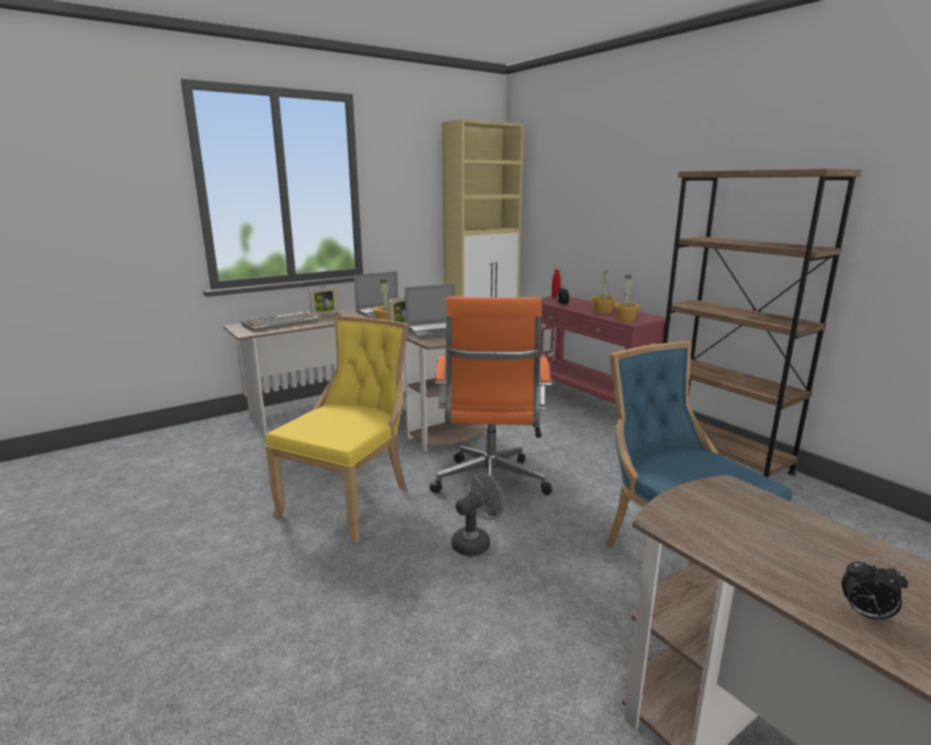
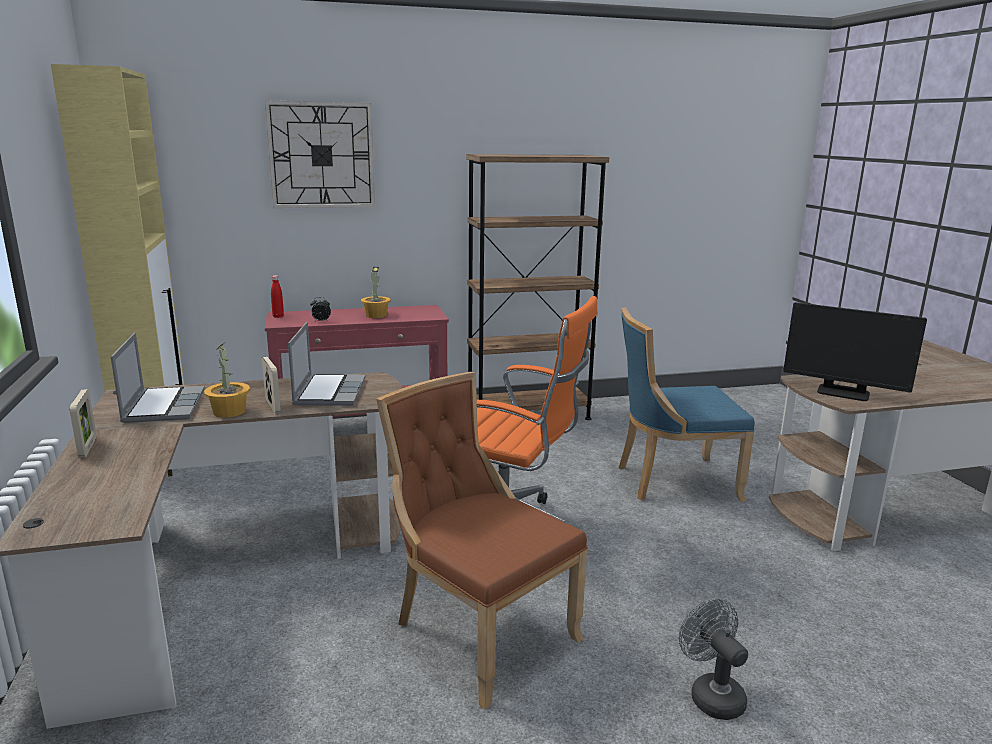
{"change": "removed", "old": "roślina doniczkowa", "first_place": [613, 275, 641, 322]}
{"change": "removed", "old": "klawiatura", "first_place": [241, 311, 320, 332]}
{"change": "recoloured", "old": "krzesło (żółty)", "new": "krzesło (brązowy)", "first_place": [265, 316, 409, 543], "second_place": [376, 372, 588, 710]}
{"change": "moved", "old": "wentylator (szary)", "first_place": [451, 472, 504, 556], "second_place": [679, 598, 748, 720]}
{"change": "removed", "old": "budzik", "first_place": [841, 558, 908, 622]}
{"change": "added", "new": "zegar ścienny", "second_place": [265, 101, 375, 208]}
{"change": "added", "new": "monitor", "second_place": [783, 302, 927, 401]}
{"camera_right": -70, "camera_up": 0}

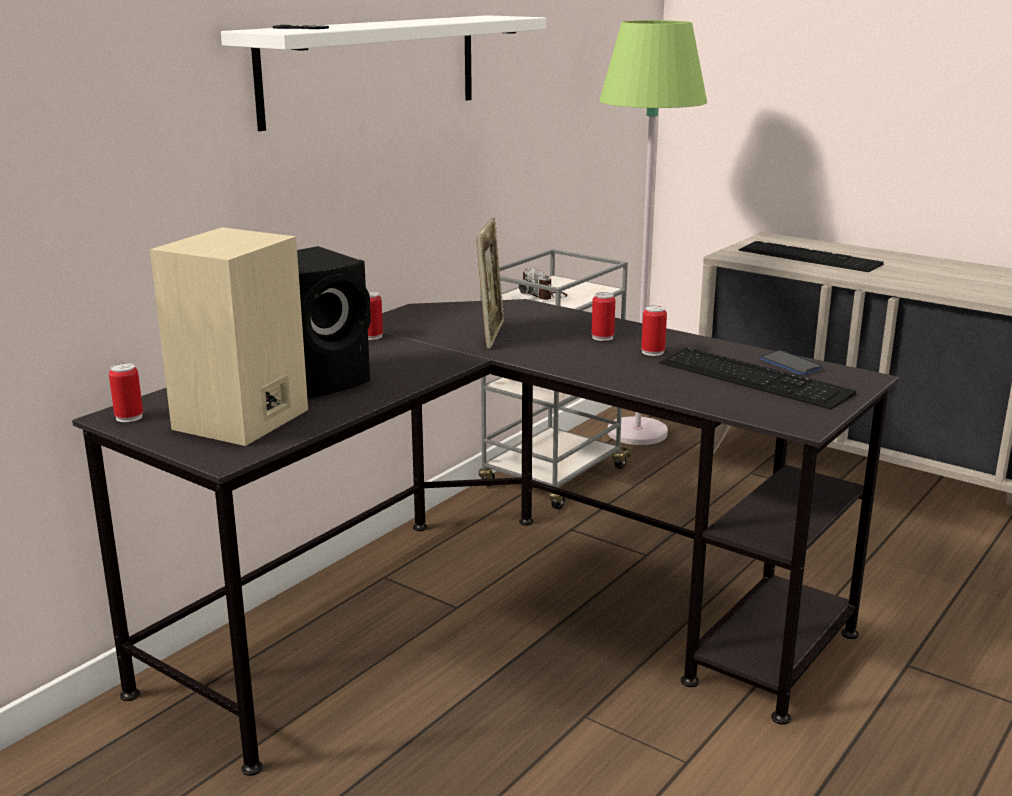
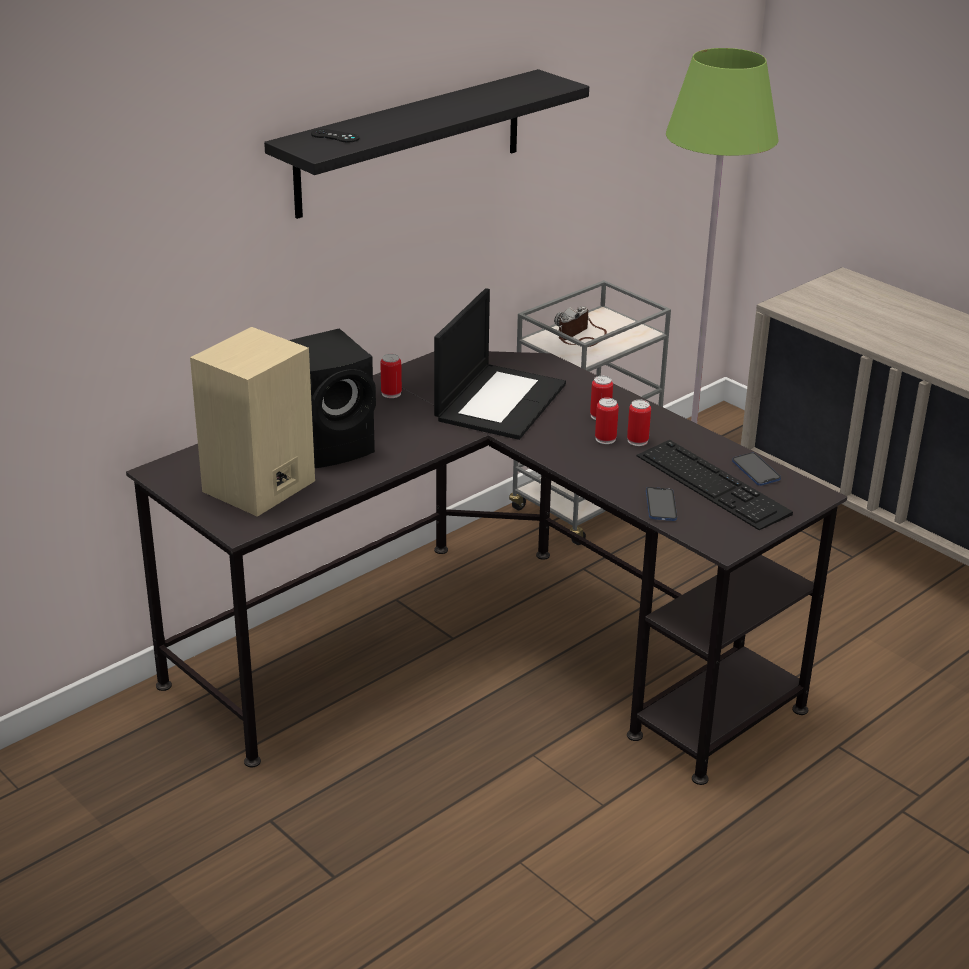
{"change": "recoloured", "old": "półka (biały)", "new": "półka (czarny)", "first_place": [221, 15, 546, 131], "second_place": [264, 69, 589, 219]}
{"change": "replaced", "old": "ramka na zdjęcie", "new": "laptop", "first_place": [476, 218, 504, 348], "second_place": [434, 288, 566, 440]}
{"change": "removed", "old": "klawiatura", "first_place": [739, 241, 884, 272]}
{"change": "turned", "old": "aparat fotograficzny", "first_place": [519, 268, 568, 300], "second_place": [554, 306, 607, 347], "degrees": 60}
{"change": "moved", "old": "puszka", "first_place": [109, 363, 143, 422], "second_place": [595, 398, 619, 444]}
{"change": "added", "new": "telefon", "second_place": [646, 487, 677, 521]}
{"camera_right": 10, "camera_up": 10}

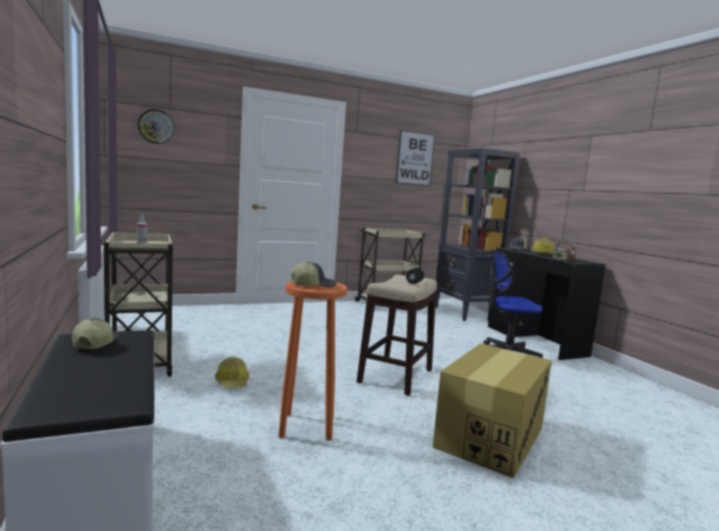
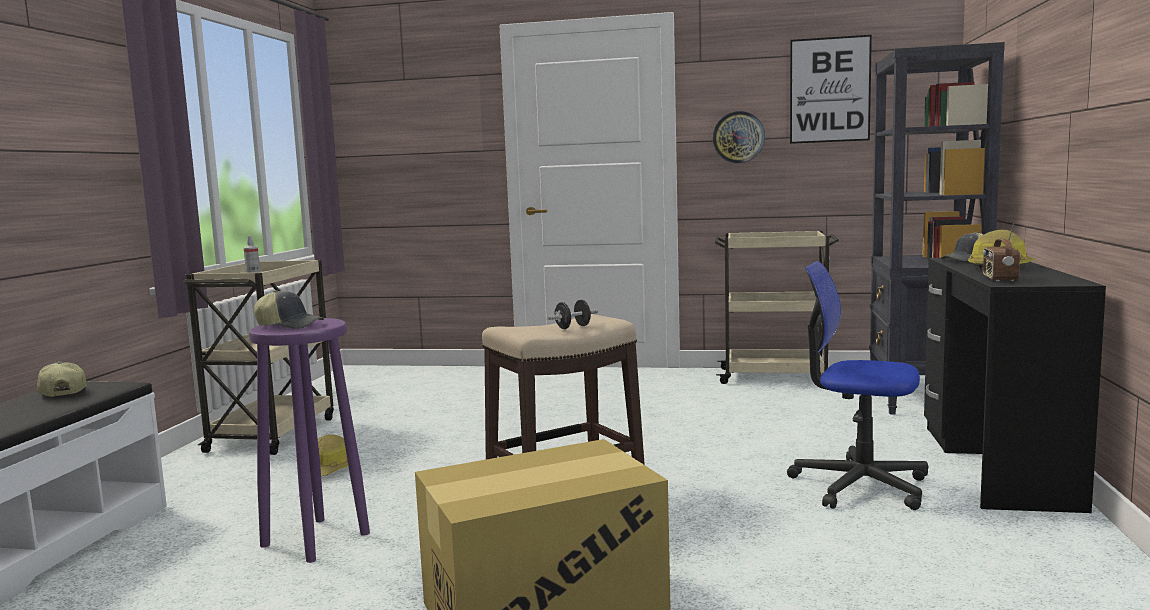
{"change": "moved", "old": "zegar ścienny", "first_place": [138, 109, 174, 144], "second_place": [713, 111, 765, 163]}
{"change": "recoloured", "old": "stołek (pomarańczowy)", "new": "stołek (fioletowy)", "first_place": [278, 281, 348, 441], "second_place": [249, 318, 370, 563]}
{"change": "turned", "old": "czapka z daszkiem", "first_place": [72, 318, 118, 349], "second_place": [37, 362, 87, 397], "degrees": -60}
{"camera_right": 35, "camera_up": 0}

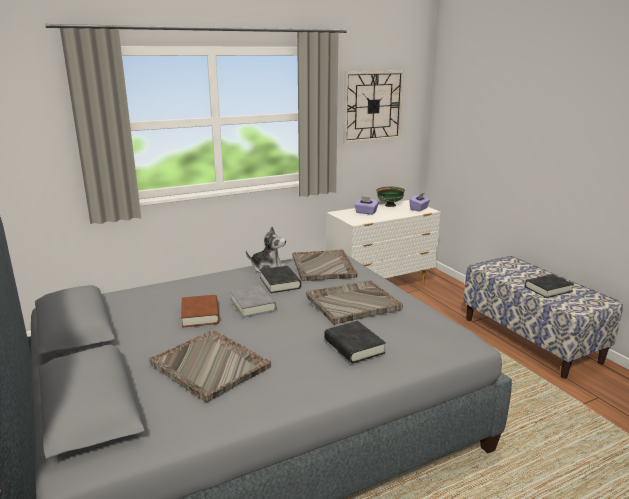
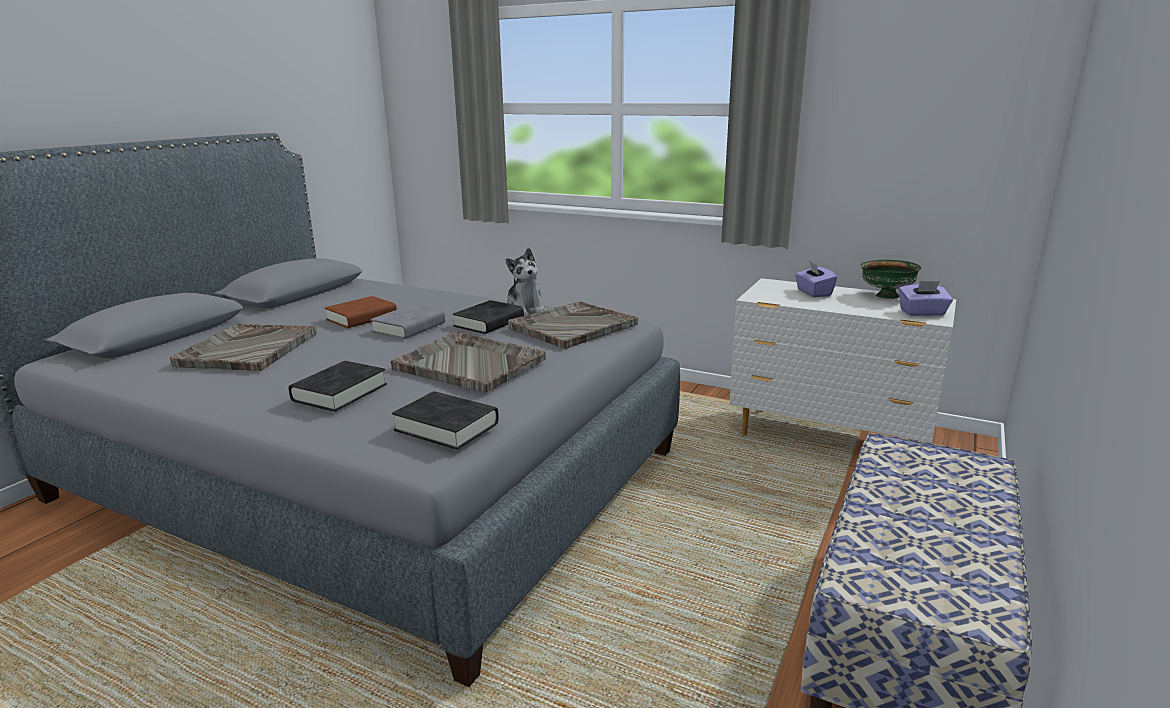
{"change": "removed", "old": "zegar ścienny", "first_place": [343, 71, 404, 143]}
{"change": "moved", "old": "książka (czarny)", "first_place": [525, 274, 574, 298], "second_place": [392, 391, 499, 450]}
{"camera_right": 55, "camera_up": 0}

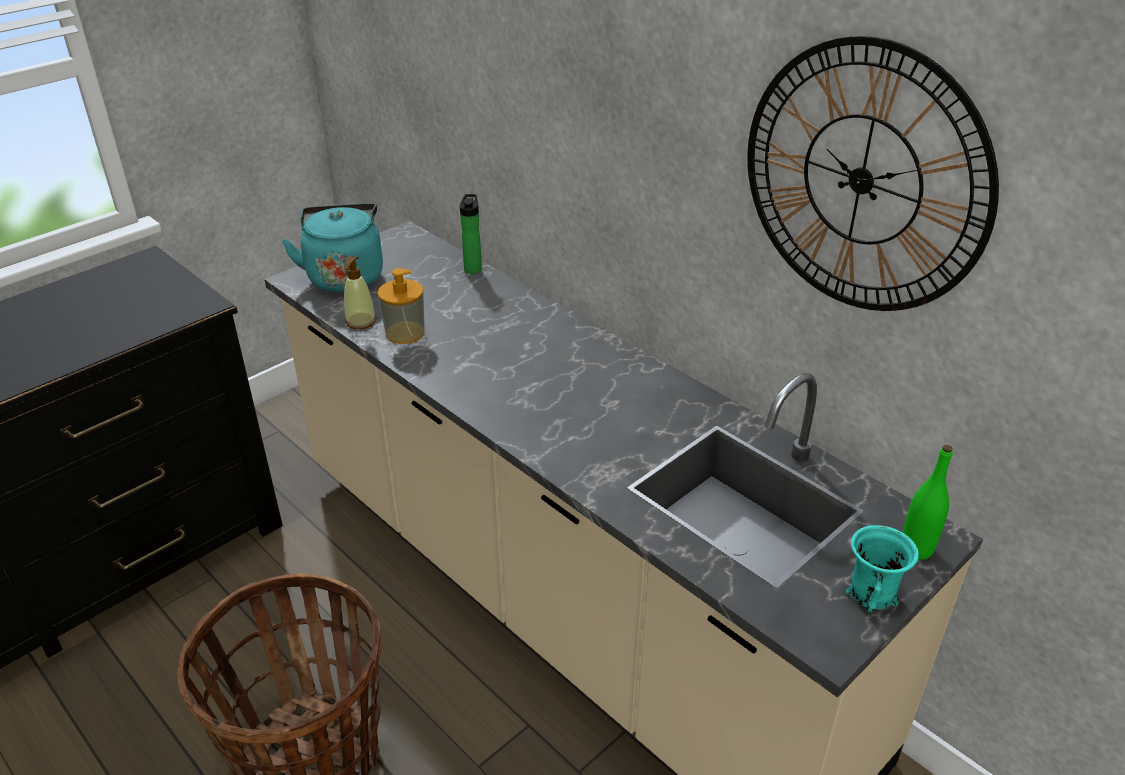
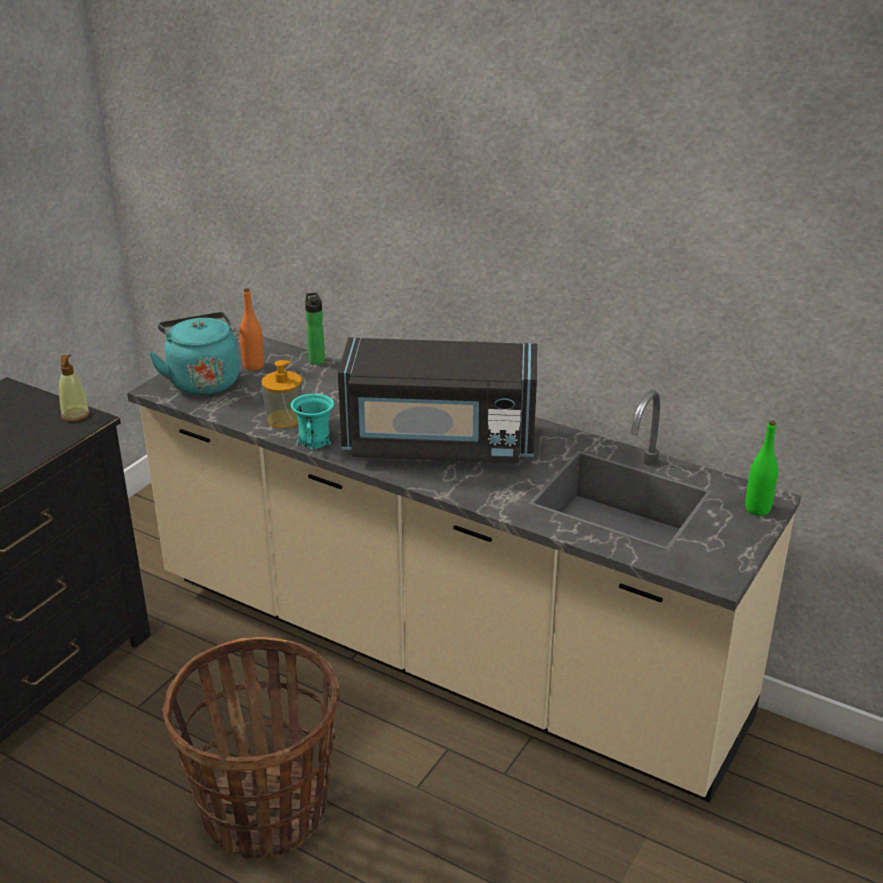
{"change": "removed", "old": "zegar ścienny", "first_place": [747, 36, 999, 311]}
{"change": "moved", "old": "dozownik mydła", "first_place": [344, 256, 376, 329], "second_place": [59, 355, 90, 422]}
{"change": "moved", "old": "kubek (turkusowy)", "first_place": [846, 525, 919, 612], "second_place": [291, 394, 334, 450]}
{"change": "added", "new": "butelka (pomarańczowy)", "second_place": [240, 288, 264, 371]}
{"change": "added", "new": "mikrofalówka (czarny)", "second_place": [338, 338, 537, 463]}
{"camera_right": -15, "camera_up": -5}

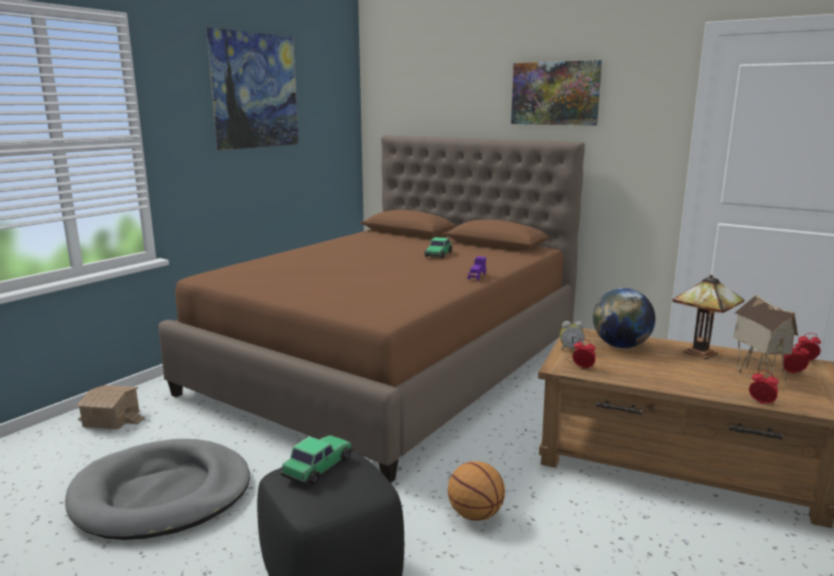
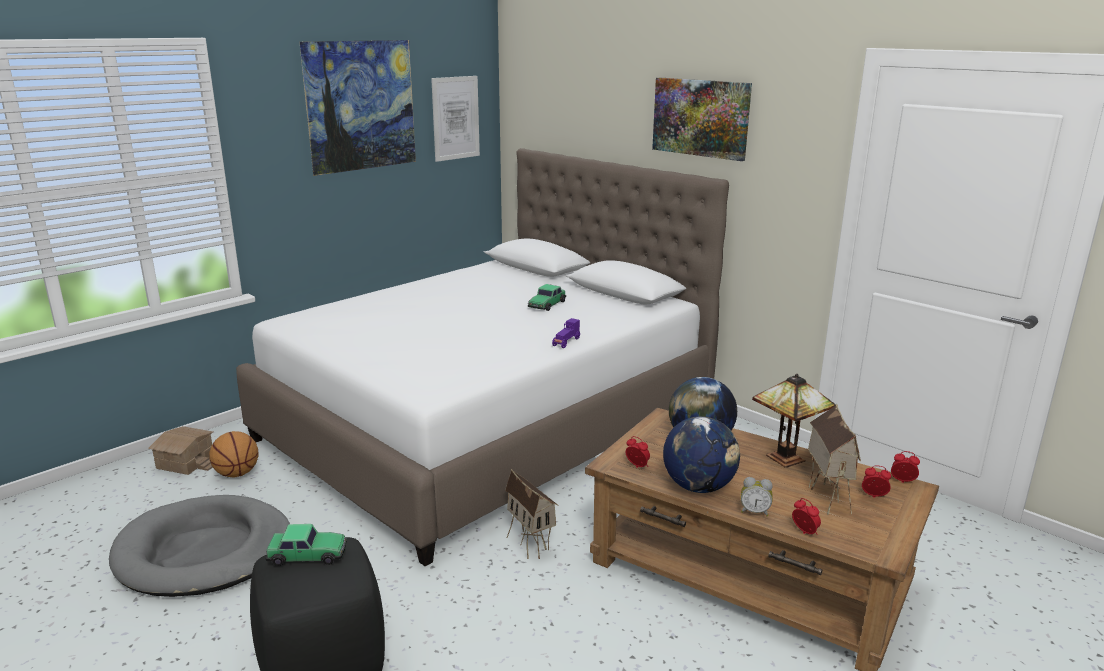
{"change": "recoloured", "old": "łóżko (brązowy)", "new": "łóżko (biały)", "first_place": [158, 135, 585, 483], "second_place": [236, 148, 729, 566]}
{"change": "moved", "old": "budzik", "first_place": [560, 321, 585, 350], "second_place": [741, 477, 773, 517]}
{"change": "turned", "old": "samochodzik", "first_place": [281, 435, 353, 485], "second_place": [266, 524, 347, 566], "degrees": 45}
{"change": "moved", "old": "piłka do koszykówki", "first_place": [448, 461, 505, 521], "second_place": [209, 431, 259, 478]}
{"change": "added", "new": "obraz", "second_place": [431, 76, 480, 162]}
{"change": "added", "new": "globus", "second_place": [663, 416, 740, 493]}
{"change": "added", "new": "domek", "second_place": [505, 469, 559, 559]}
{"camera_right": 10, "camera_up": 5}

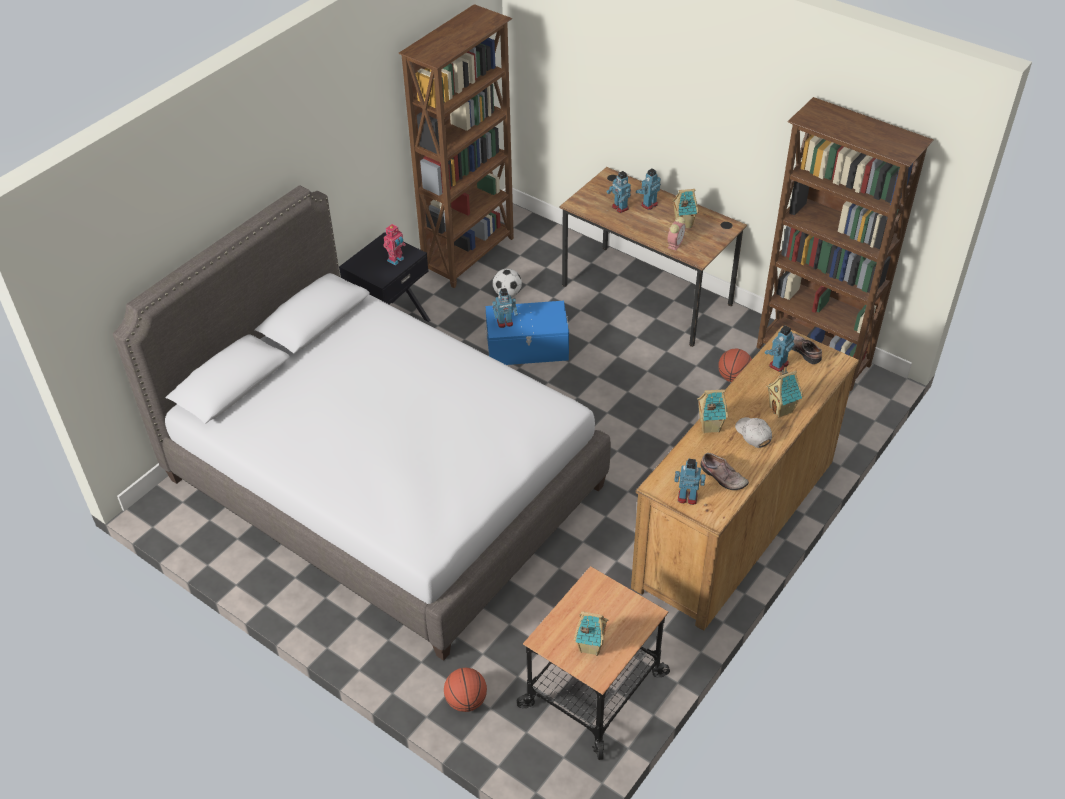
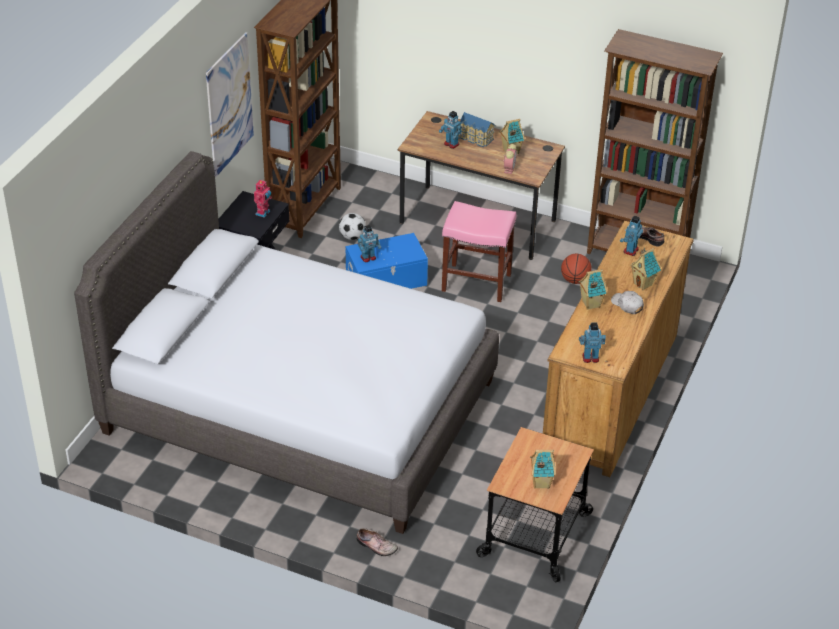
{"change": "replaced", "old": "robot zabawkowy", "new": "domek", "first_place": [636, 168, 661, 210], "second_place": [459, 112, 495, 147]}
{"change": "moved", "old": "but", "first_place": [701, 453, 749, 490], "second_place": [356, 528, 398, 556]}
{"change": "removed", "old": "piłka do koszykówki", "first_place": [444, 668, 487, 712]}
{"change": "added", "new": "obraz", "second_place": [206, 32, 254, 177]}
{"change": "added", "new": "stołek (różowy)", "second_place": [442, 201, 517, 302]}
{"camera_right": -15, "camera_up": -5}

